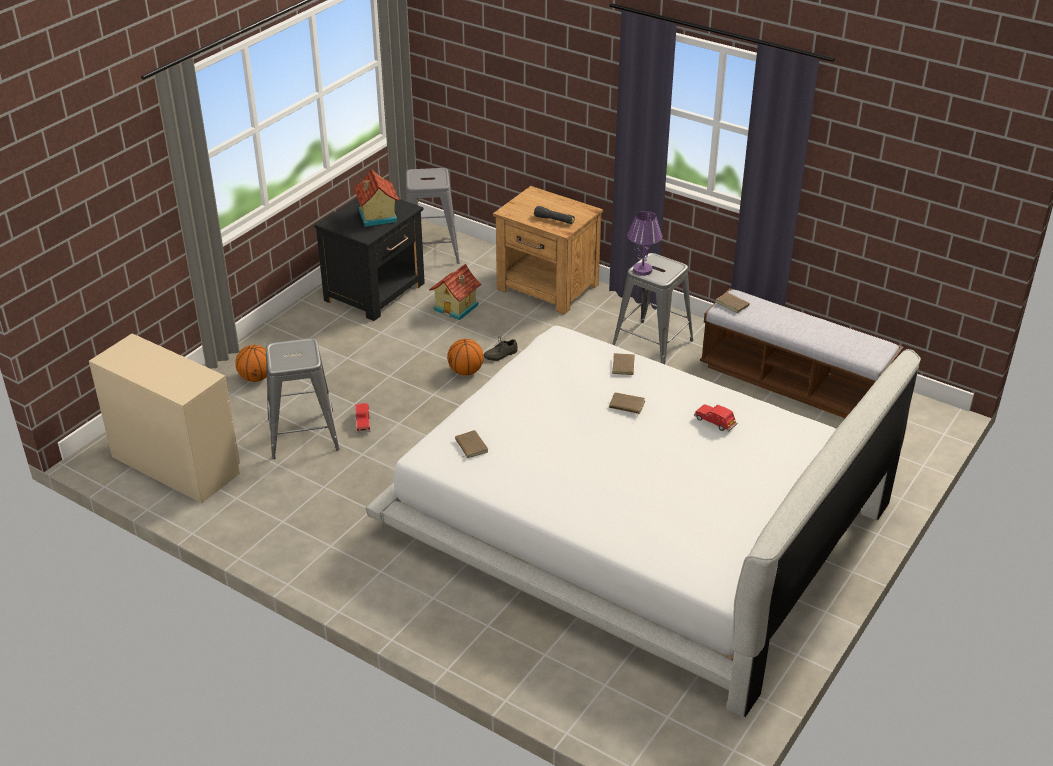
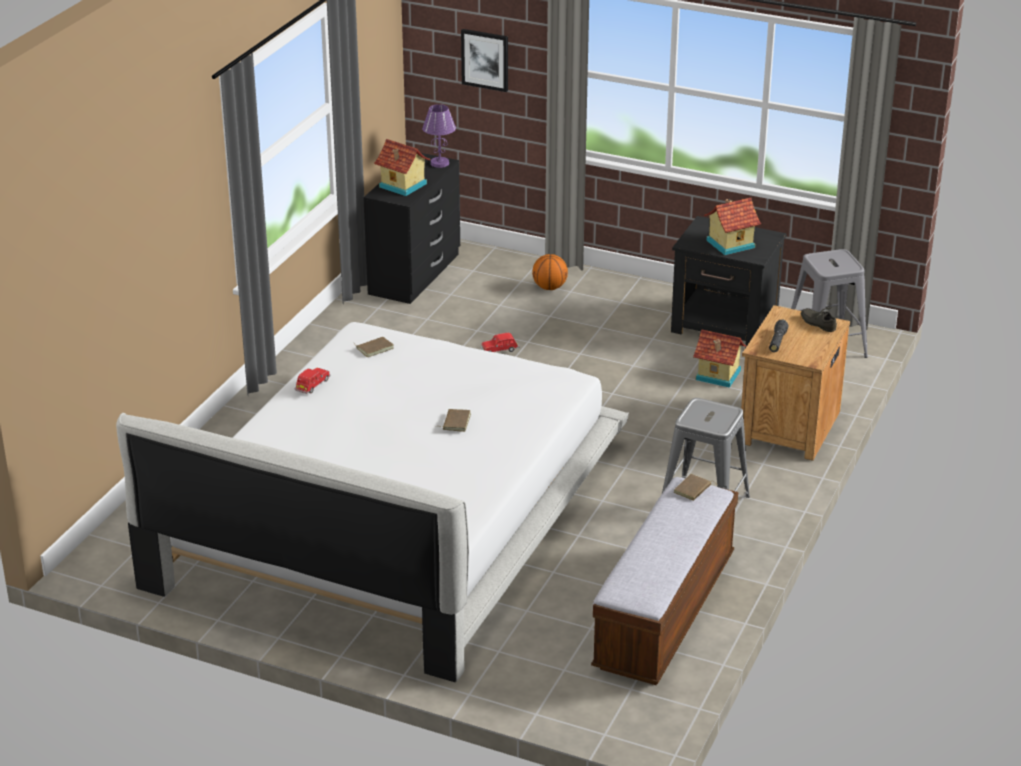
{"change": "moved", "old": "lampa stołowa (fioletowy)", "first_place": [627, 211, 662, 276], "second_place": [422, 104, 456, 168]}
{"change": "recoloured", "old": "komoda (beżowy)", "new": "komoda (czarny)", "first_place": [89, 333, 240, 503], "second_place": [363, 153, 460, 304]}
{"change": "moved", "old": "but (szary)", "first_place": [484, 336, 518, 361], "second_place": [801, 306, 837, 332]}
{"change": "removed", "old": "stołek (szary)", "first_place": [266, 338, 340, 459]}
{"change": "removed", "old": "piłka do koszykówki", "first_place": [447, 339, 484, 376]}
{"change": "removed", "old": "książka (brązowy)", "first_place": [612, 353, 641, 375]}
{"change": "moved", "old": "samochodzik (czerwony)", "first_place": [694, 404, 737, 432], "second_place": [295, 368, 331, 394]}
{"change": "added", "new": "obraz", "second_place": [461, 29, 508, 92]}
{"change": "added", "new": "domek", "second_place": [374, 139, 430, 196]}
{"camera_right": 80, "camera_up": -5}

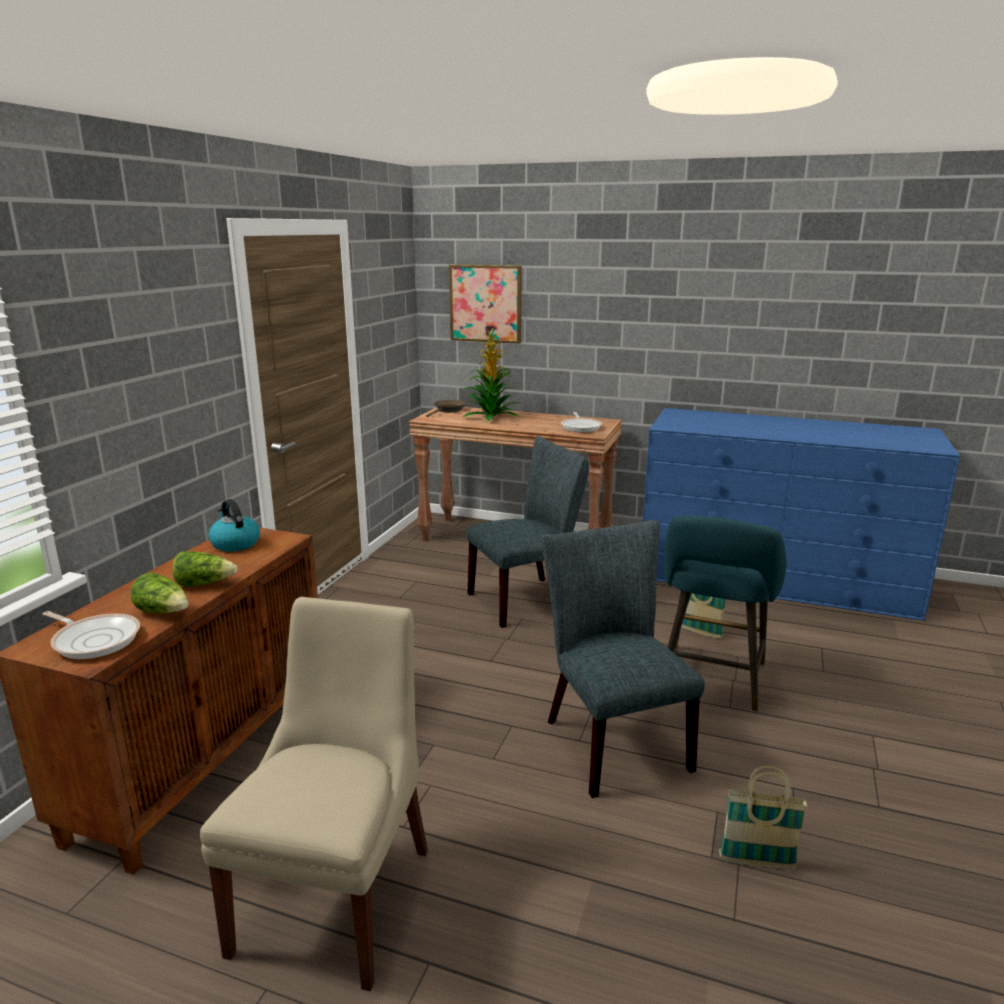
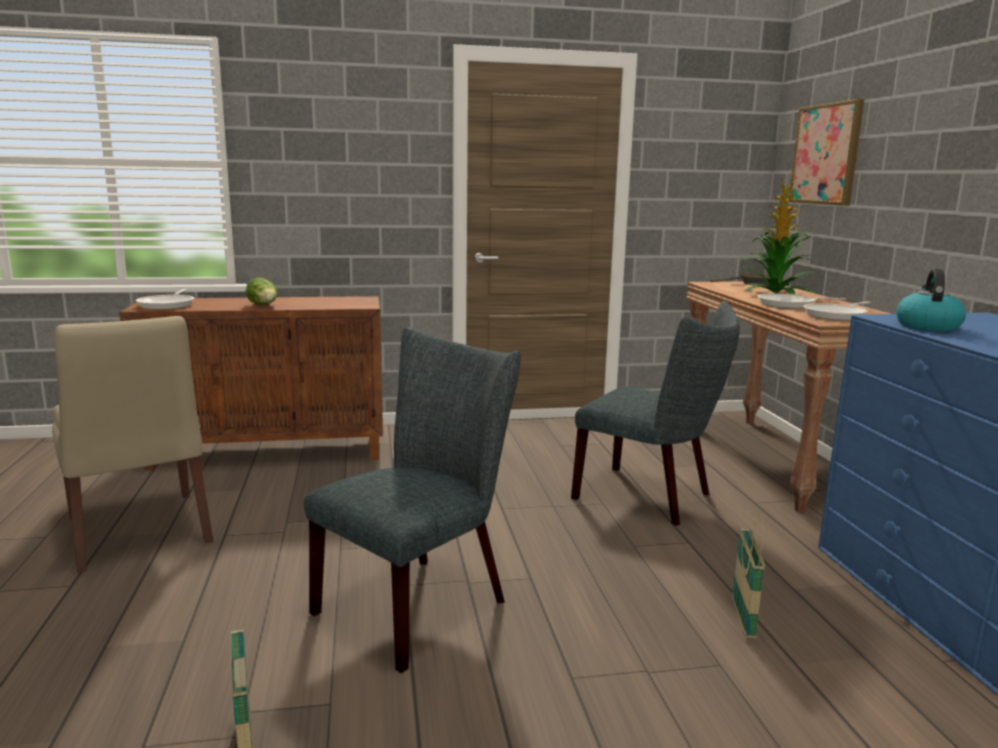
{"change": "moved", "old": "czajnik", "first_place": [208, 499, 260, 552], "second_place": [896, 269, 966, 332]}
{"change": "removed", "old": "stołek (turkusowy)", "first_place": [664, 516, 787, 712]}
{"change": "removed", "old": "sałata", "first_place": [130, 573, 189, 613]}
{"change": "turned", "old": "krzesło (beżowy)", "first_place": [200, 597, 428, 991], "second_place": [52, 316, 213, 573], "degrees": 75}
{"change": "added", "new": "patelnia", "second_place": [758, 293, 846, 308]}
{"camera_right": 60, "camera_up": -5}

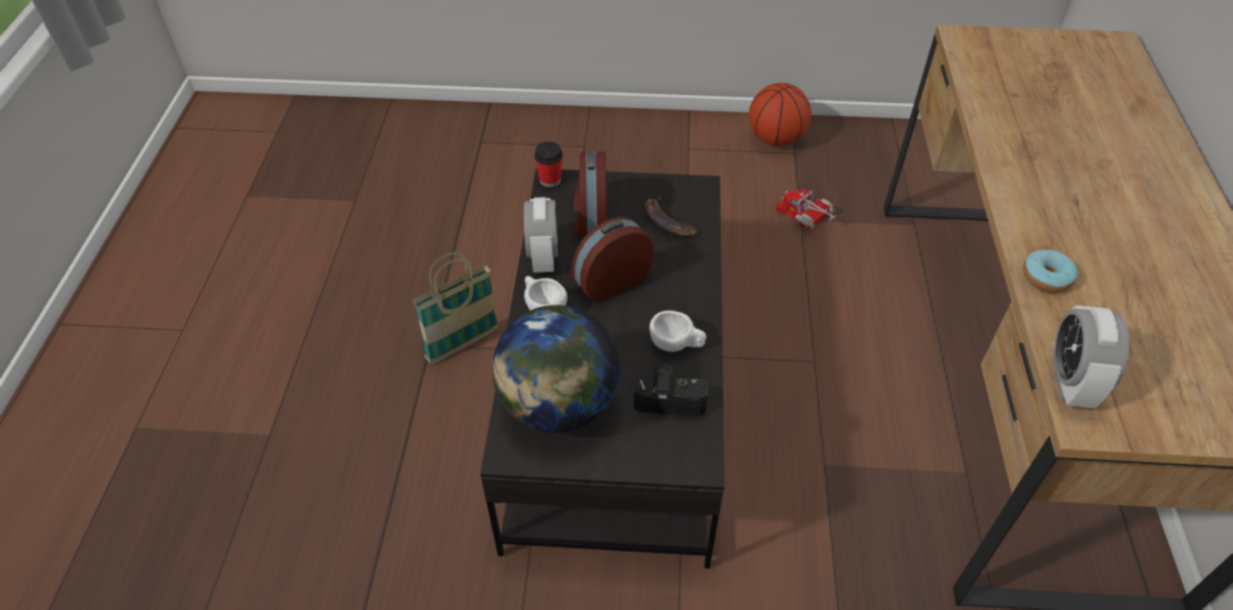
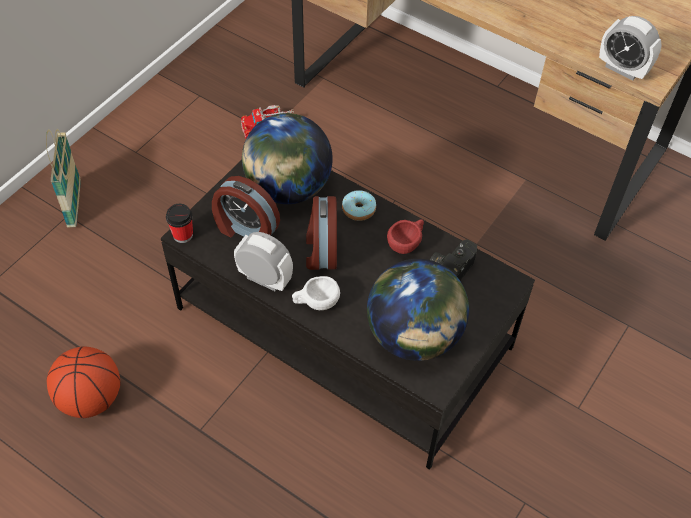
{"change": "moved", "old": "piłka do koszykówki", "first_place": [749, 83, 812, 146], "second_place": [47, 346, 121, 418]}
{"change": "replaced", "old": "banan", "new": "globus", "first_place": [645, 196, 697, 236], "second_place": [242, 113, 333, 204]}
{"change": "moved", "old": "donut", "first_place": [1023, 249, 1078, 293], "second_place": [342, 191, 376, 221]}
{"change": "moved", "old": "koszyk", "first_place": [412, 252, 499, 364], "second_place": [46, 129, 81, 228]}
{"change": "recoloured", "old": "filiżanka (biały)", "new": "filiżanka (czerwony)", "first_place": [649, 310, 707, 352], "second_place": [387, 219, 424, 254]}
{"camera_right": -60, "camera_up": 5}

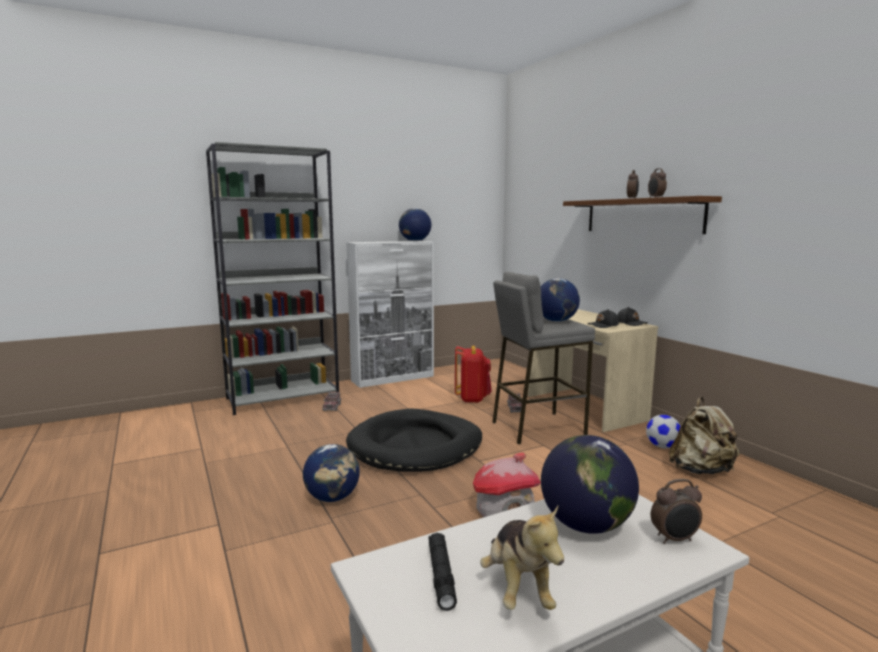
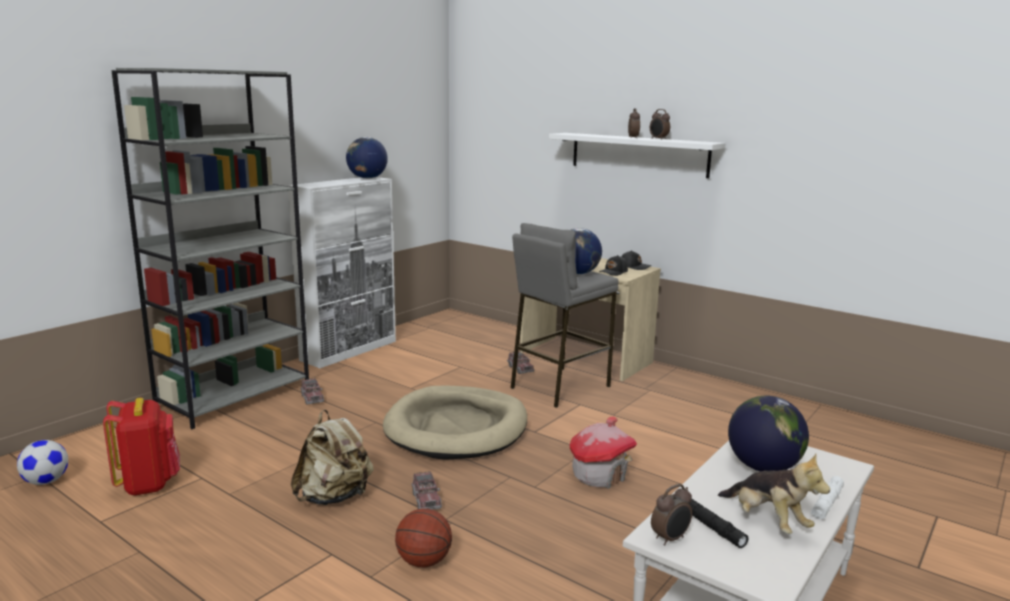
{"change": "recoloured", "old": "półka (brązowy)", "new": "półka (biały)", "first_place": [563, 196, 722, 234], "second_place": [549, 133, 726, 178]}
{"change": "moved", "old": "plecak (czerwony)", "first_place": [455, 346, 492, 403], "second_place": [103, 398, 180, 496]}
{"change": "moved", "old": "plecak (beżowy)", "first_place": [669, 397, 739, 474], "second_place": [291, 410, 374, 505]}
{"change": "recoloured", "old": "legowisko (czarny)", "new": "legowisko (beżowy)", "first_place": [346, 409, 482, 472], "second_place": [383, 385, 527, 460]}
{"change": "moved", "old": "piłka futbolowa", "first_place": [646, 415, 681, 448], "second_place": [17, 440, 68, 485]}
{"change": "replaced", "old": "globus", "new": "ciężarówka zabawkowa", "first_place": [303, 444, 360, 502], "second_place": [411, 471, 442, 510]}
{"change": "moved", "old": "budzik", "first_place": [651, 479, 702, 544], "second_place": [651, 484, 692, 546]}
{"change": "added", "new": "latarka (biały)", "second_place": [811, 476, 844, 520]}
{"change": "added", "new": "piłka do koszykówki", "second_place": [395, 508, 452, 567]}
{"camera_right": -25, "camera_up": 5}

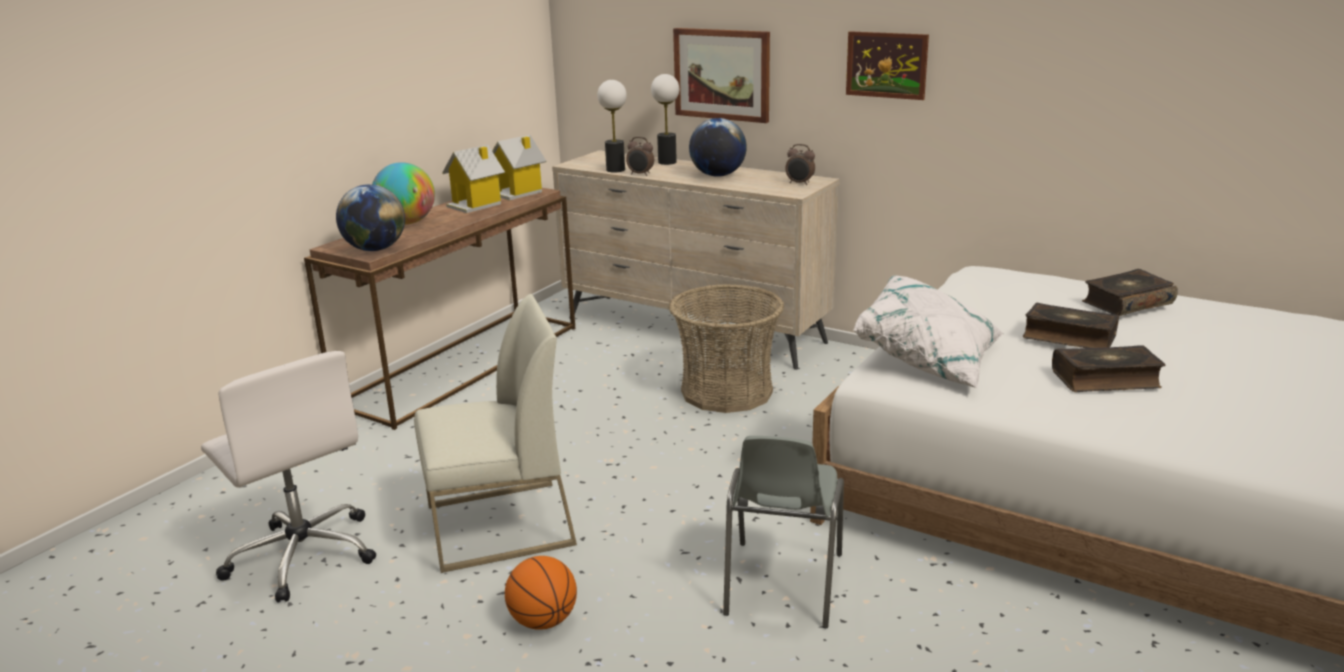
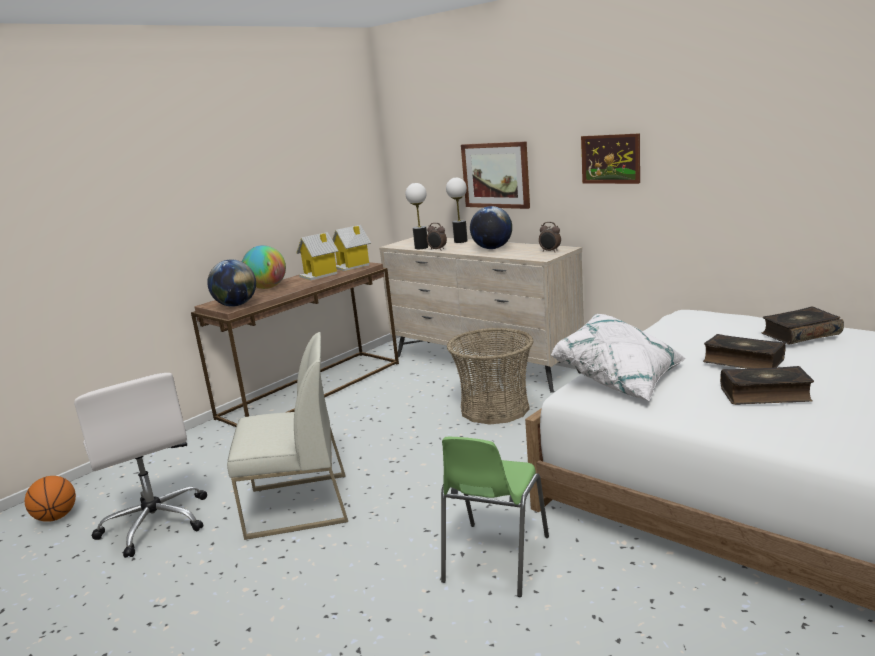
{"change": "recoloured", "old": "krzesło (szary)", "new": "krzesło (zielony)", "first_place": [723, 436, 844, 628], "second_place": [441, 437, 549, 597]}
{"change": "moved", "old": "piłka do koszykówki", "first_place": [505, 556, 577, 630], "second_place": [25, 476, 76, 522]}
{"camera_right": 10, "camera_up": -5}

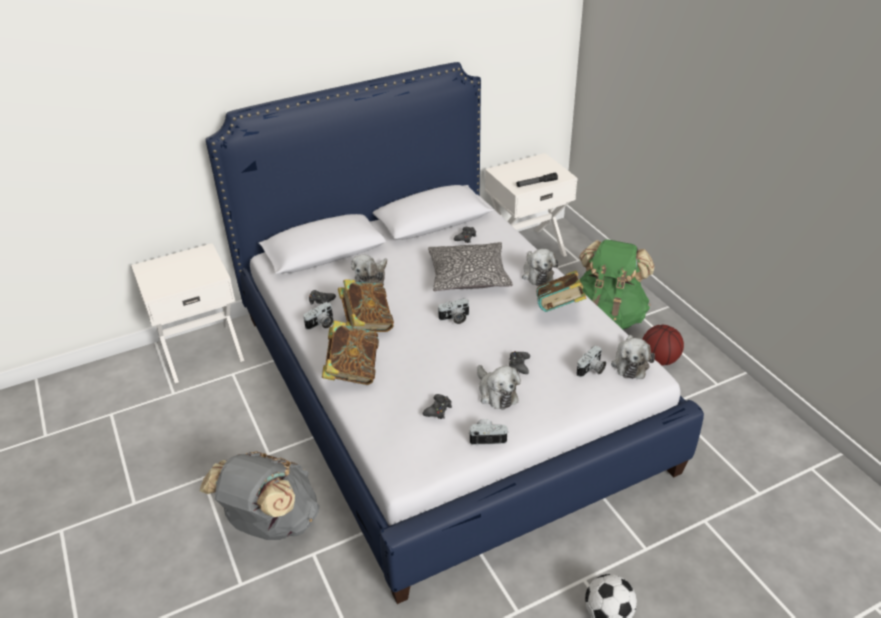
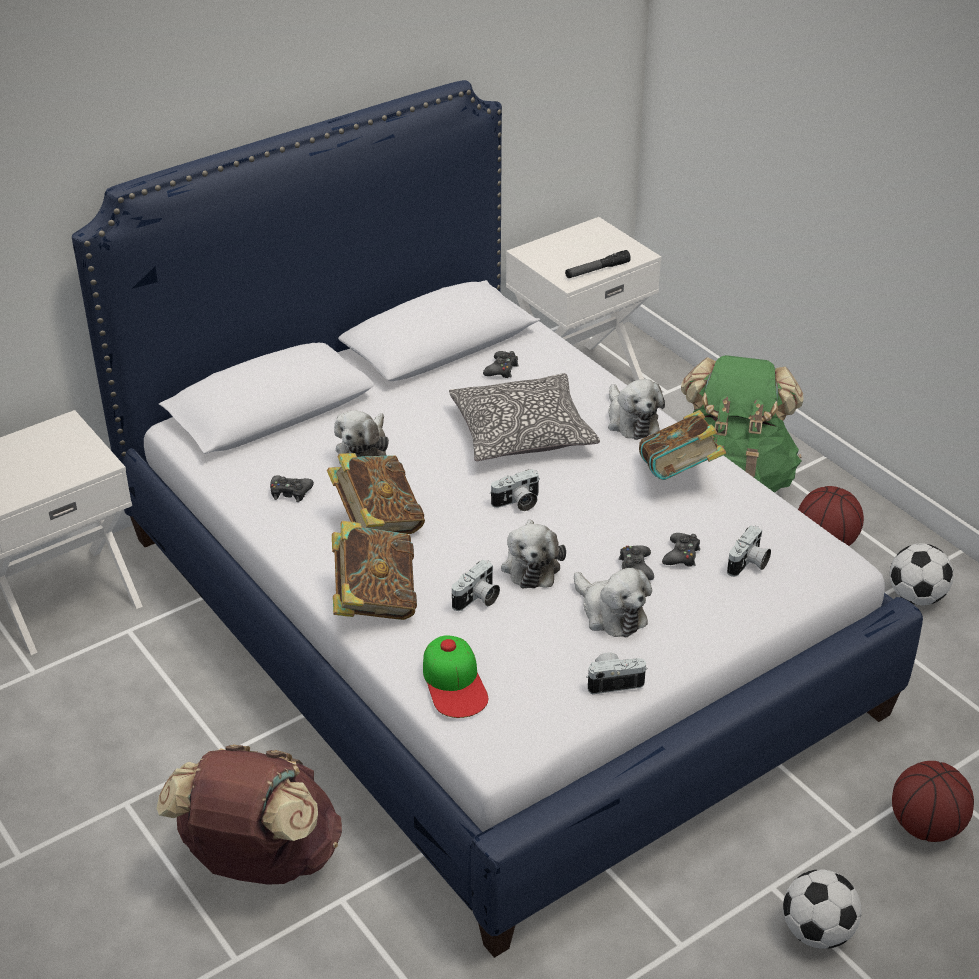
{"change": "moved", "old": "aparat fotograficzny", "first_place": [303, 302, 333, 330], "second_place": [452, 560, 500, 611]}
{"change": "moved", "old": "pluszak", "first_place": [611, 335, 655, 379], "second_place": [501, 520, 566, 588]}
{"change": "moved", "old": "pad do gier (czarny)", "first_place": [423, 394, 452, 419], "second_place": [662, 533, 700, 567]}
{"change": "recoloured", "old": "plecak (szary)", "new": "plecak (brązowy)", "first_place": [200, 452, 319, 540], "second_place": [156, 745, 342, 885]}
{"change": "added", "new": "piłka futbolowa", "second_place": [890, 543, 954, 605]}
{"change": "added", "new": "czapka z daszkiem", "second_place": [423, 635, 488, 718]}
{"change": "added", "new": "piłka do koszykówki", "second_place": [892, 761, 974, 842]}
{"camera_right": -10, "camera_up": 0}

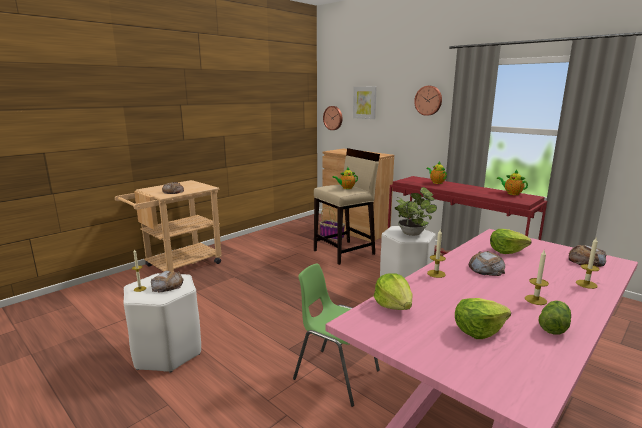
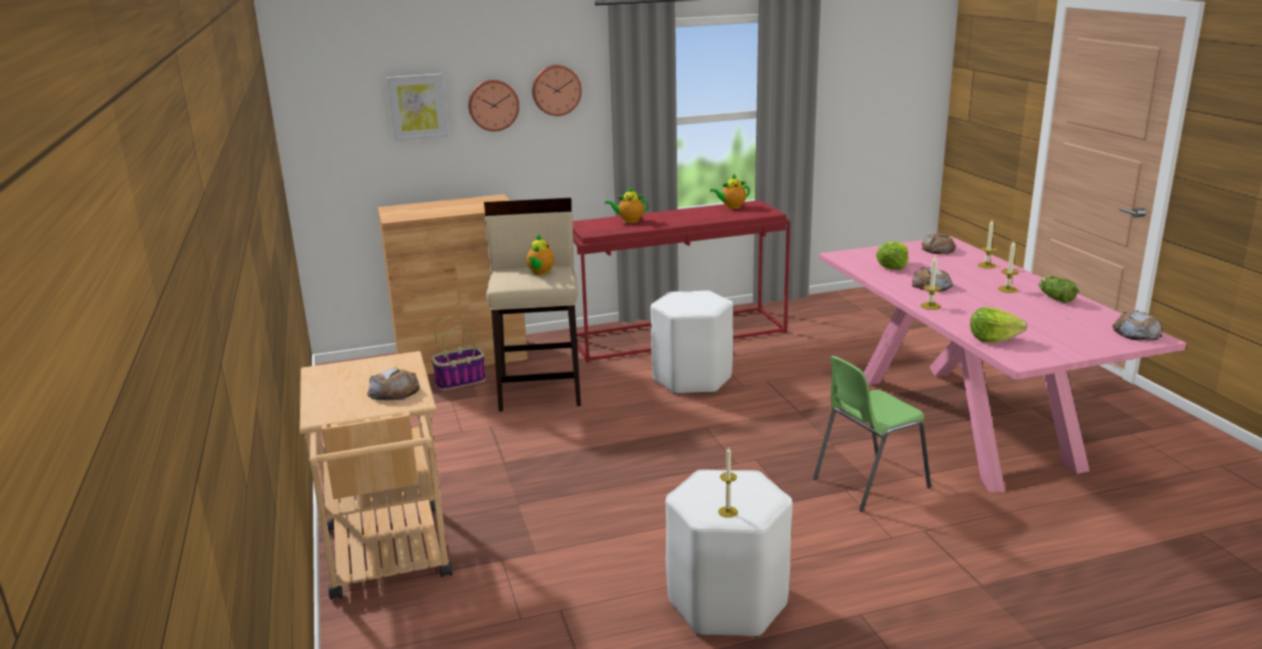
{"change": "moved", "old": "zegar ścienny", "first_place": [323, 106, 343, 130], "second_place": [468, 80, 519, 131]}
{"change": "removed", "old": "roślina doniczkowa", "first_place": [395, 187, 437, 236]}
{"change": "moved", "old": "chleb", "first_place": [151, 270, 184, 293], "second_place": [1112, 310, 1162, 341]}
{"change": "removed", "old": "sałata", "first_place": [455, 298, 511, 339]}
{"camera_right": -60, "camera_up": 5}

